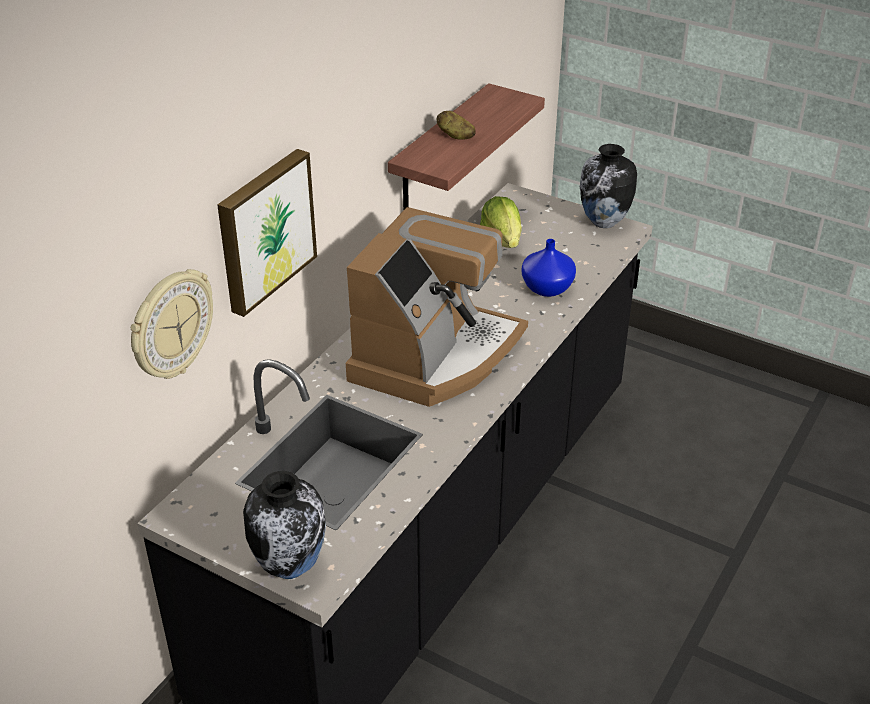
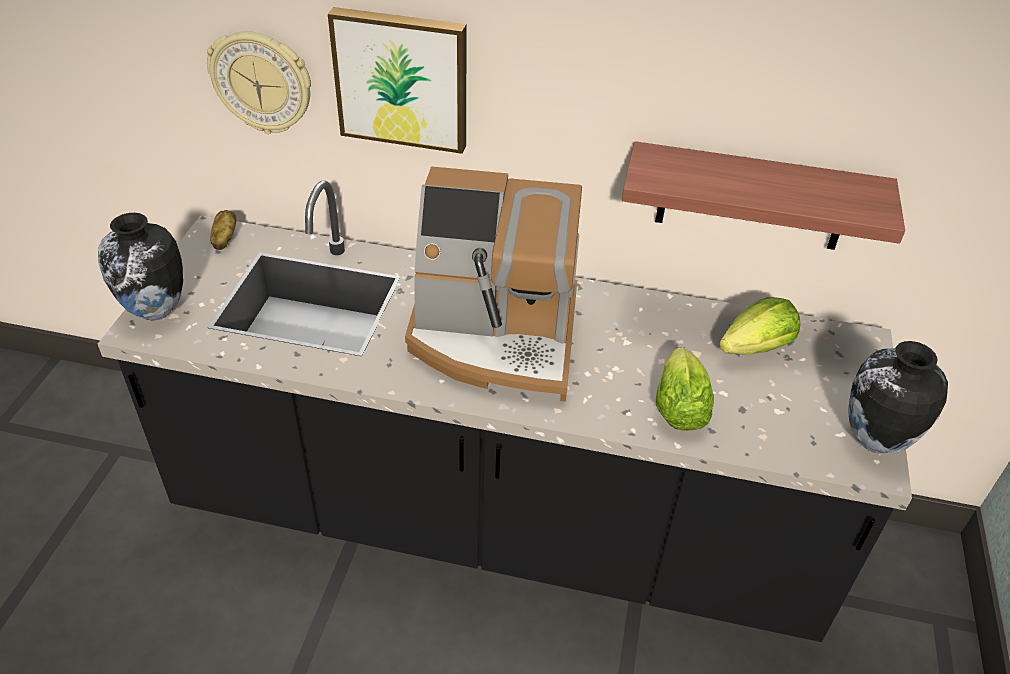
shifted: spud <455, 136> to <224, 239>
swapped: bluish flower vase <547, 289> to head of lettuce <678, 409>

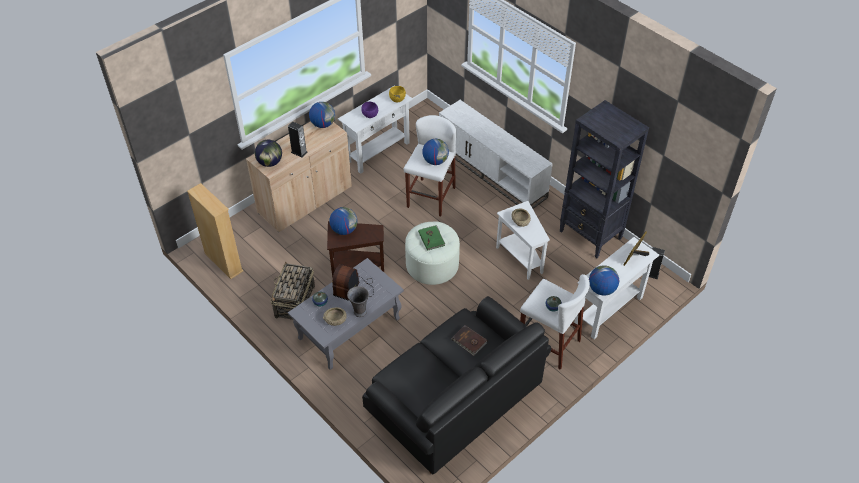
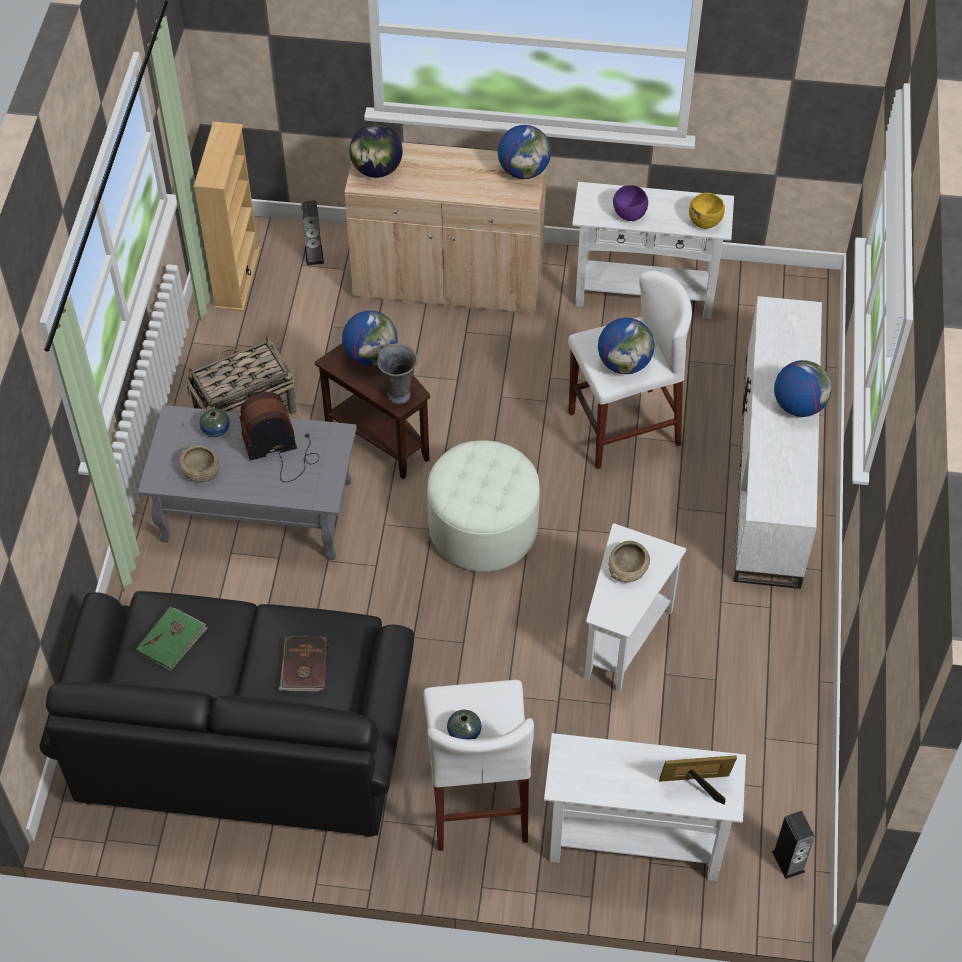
gone: black-coloured bookshelf <590, 235>
shifted: speaker <299, 152> to <314, 255>; greyish flower vase <359, 312> to <398, 394>; green volume <432, 238> to <172, 640>; globe <601, 289> to <798, 405>

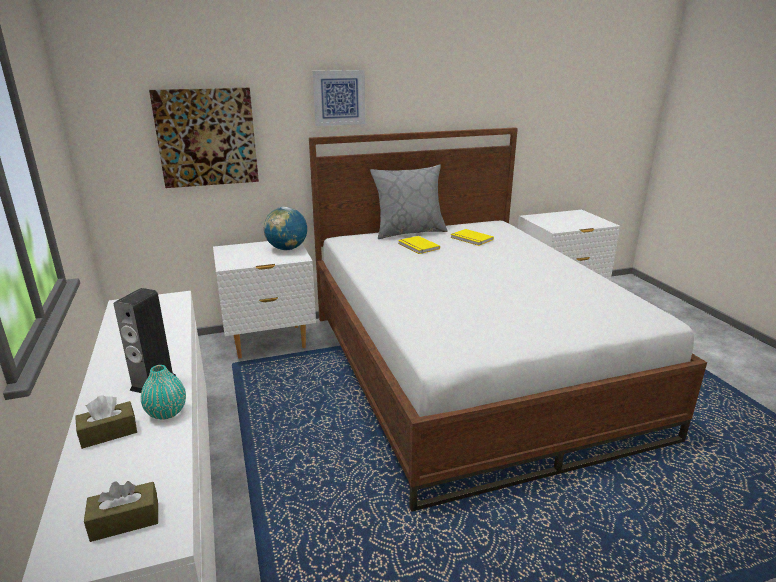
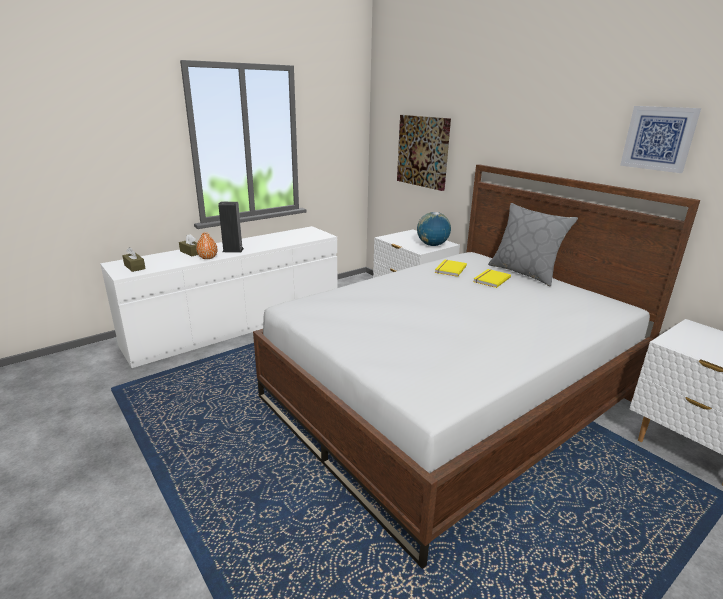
shifted: wall art <339, 98> to <658, 138>; yellow-coloured volume <471, 239> to <449, 269>
repainted: turquoise-coloured flower vase <166, 412> to orangey flower vase <208, 257>

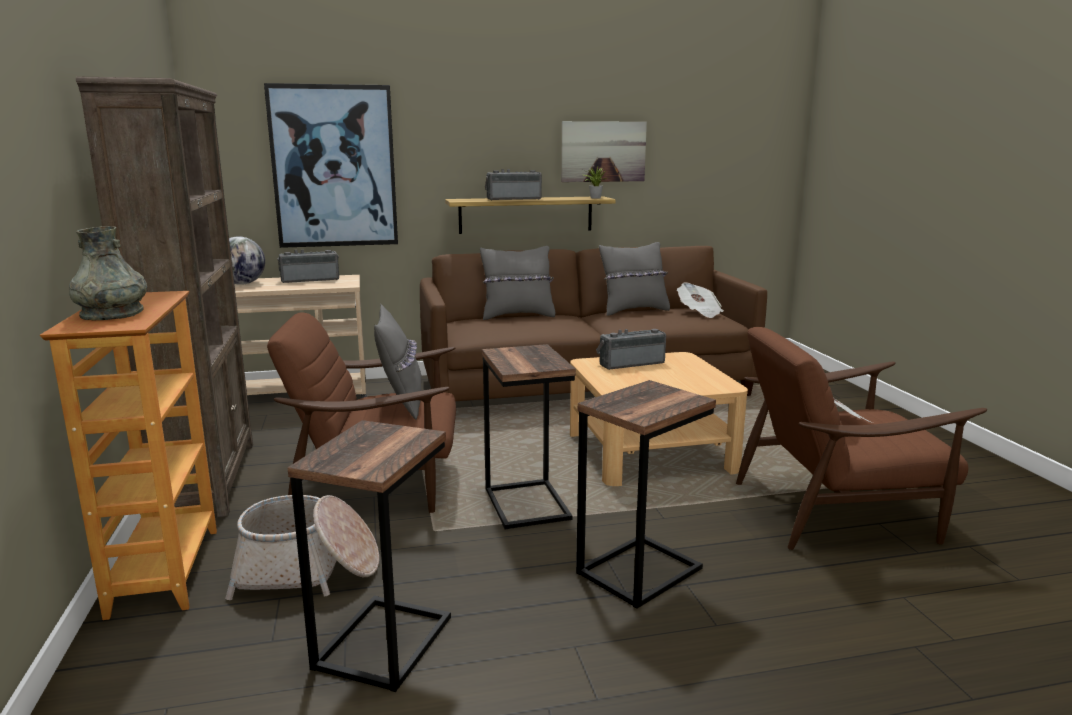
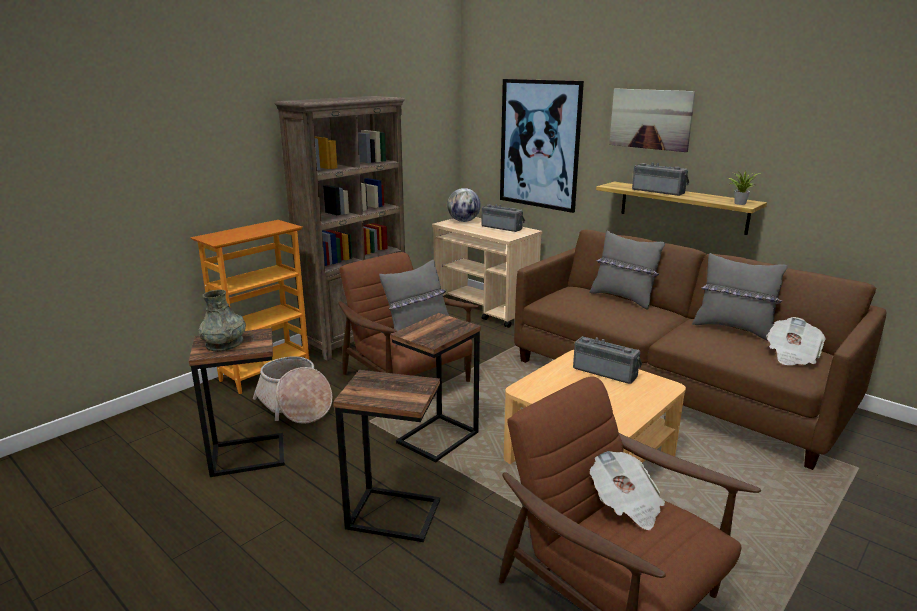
shifted: greyish flower vase <112, 314> to <224, 344>; wall art <603, 151> to <650, 119>

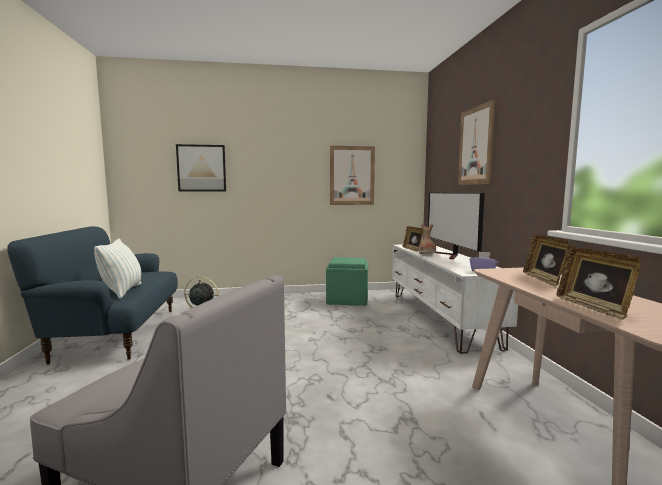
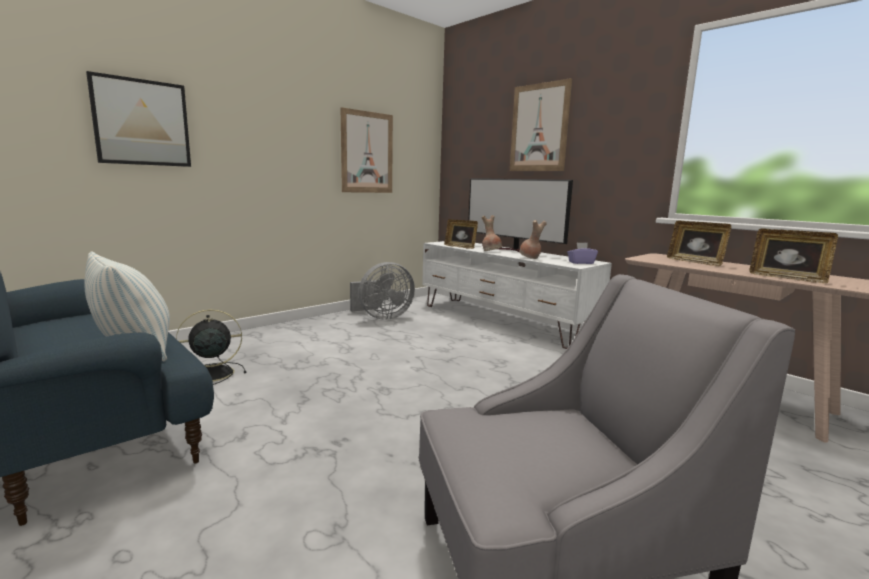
new: brown-coloured flower vase <530, 258>
swapped: green ottoman <348, 299> to greyish cooling fan <382, 317>

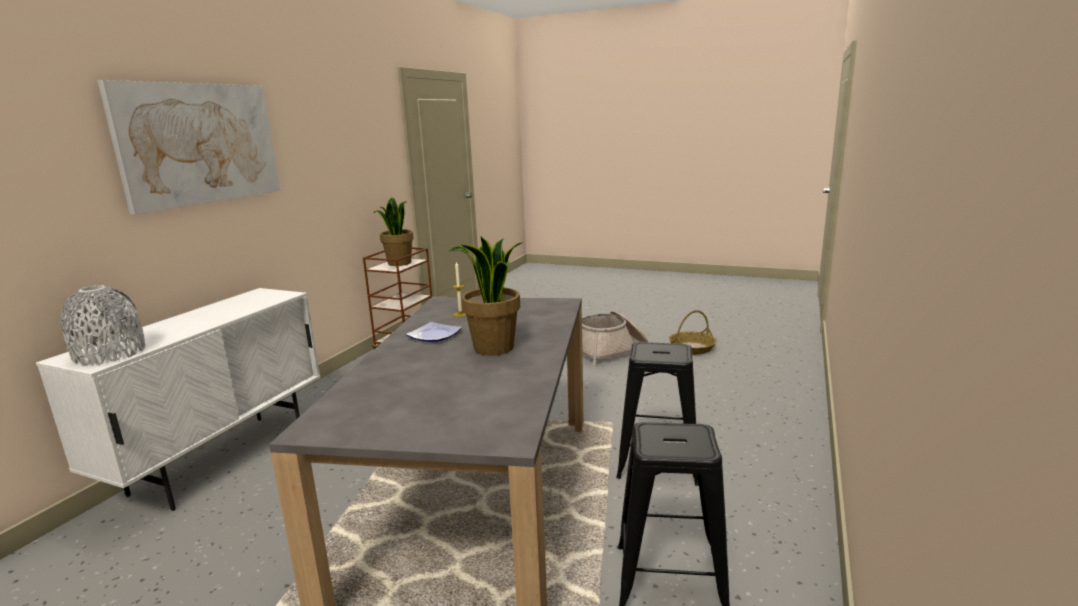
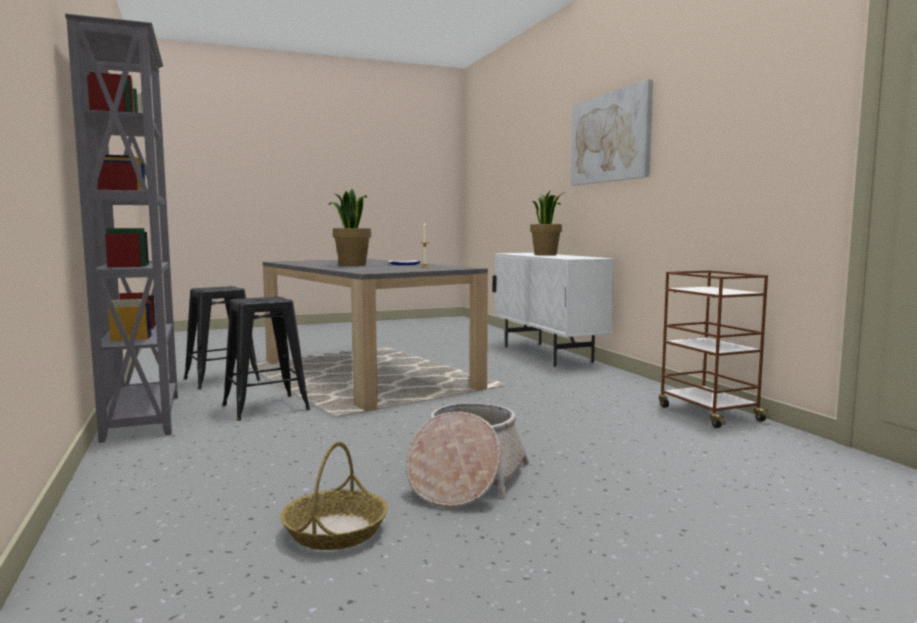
gone: greyish flower vase <109, 353>
new: greyish bookshelf <144, 416>
shifted: plant in a pot <399, 263> to <546, 255>

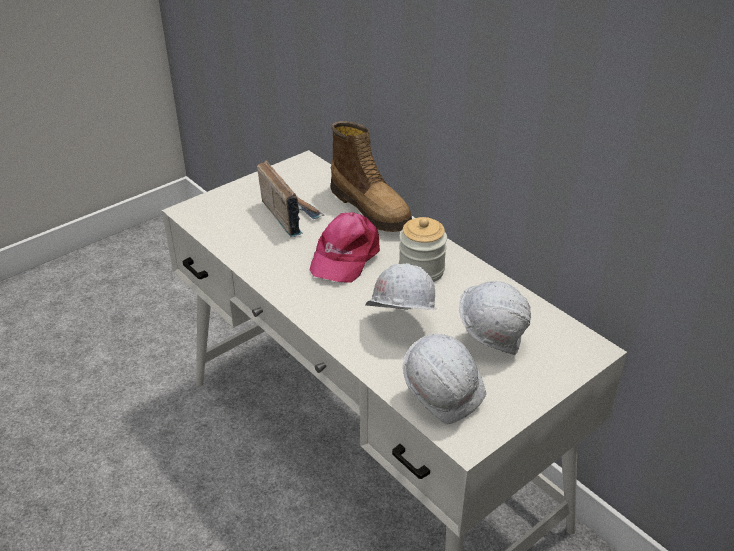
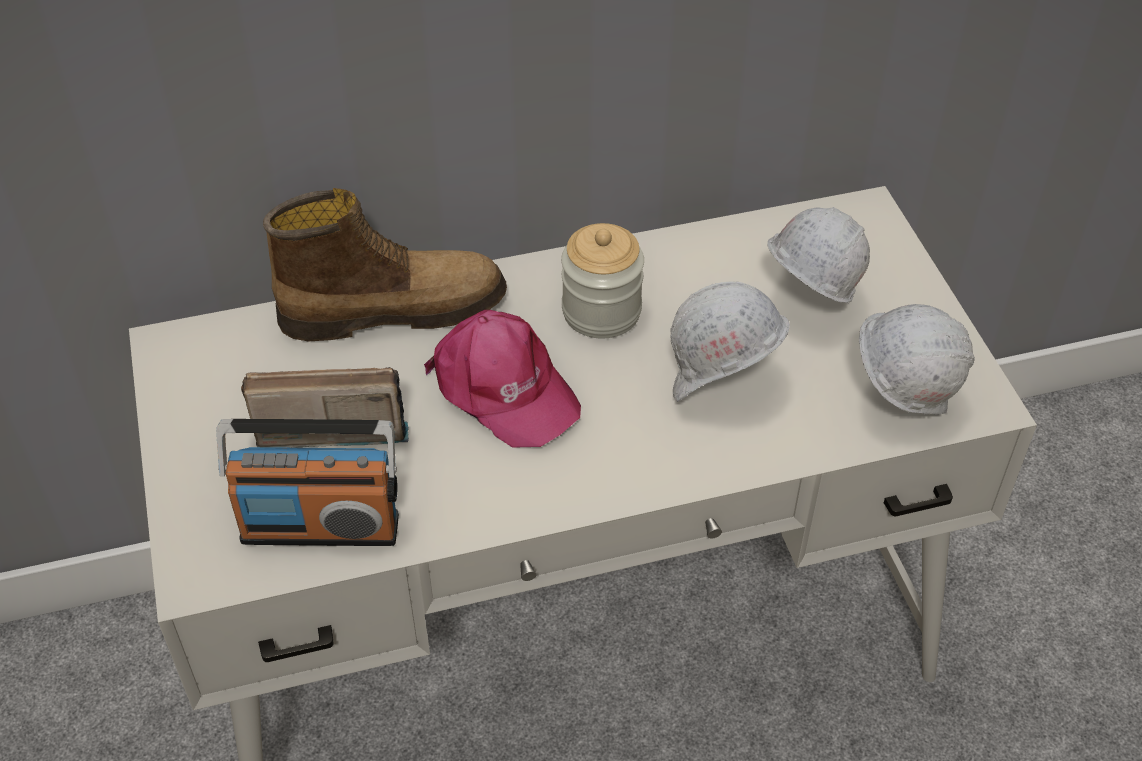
new: radio <320, 526>

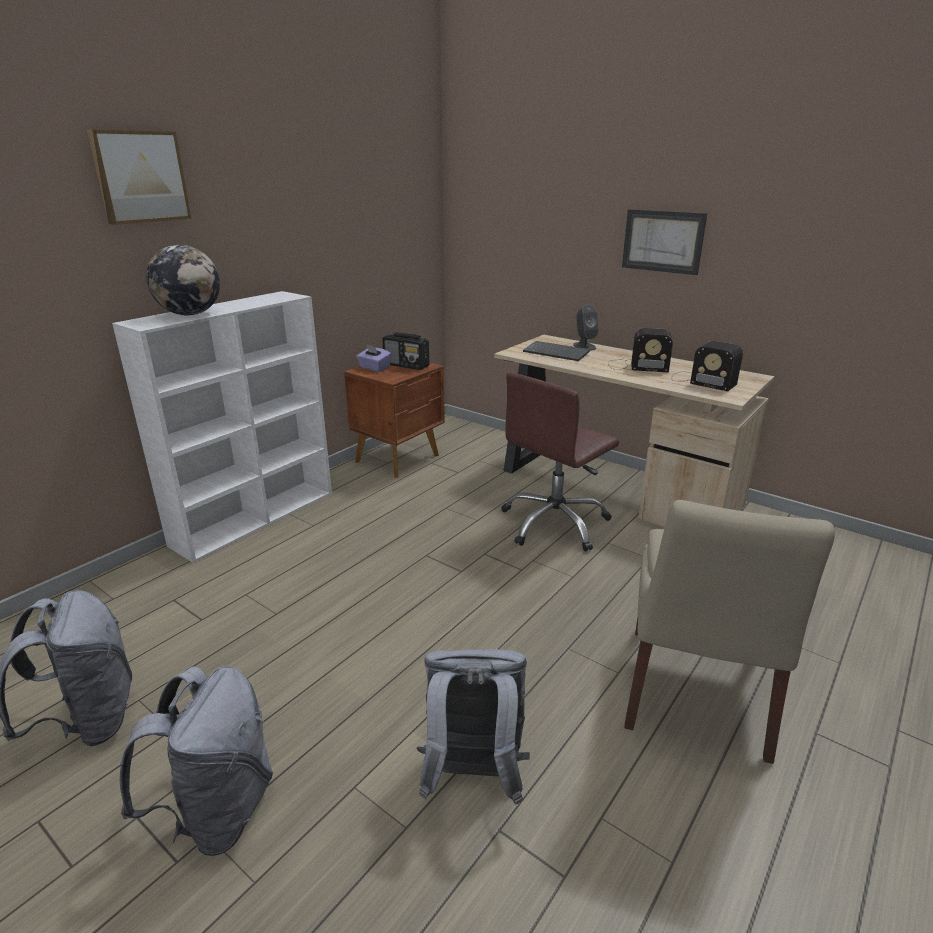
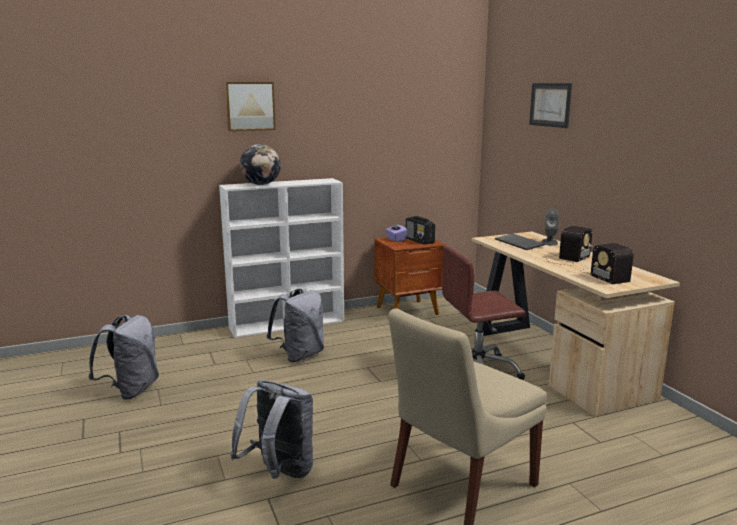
shifted: greyish knapsack <218, 812> to <300, 355>; wall art <662, 241> to <550, 105>
rotated: radio <635, 366> = <567, 259> 90 degrees counterclockwise

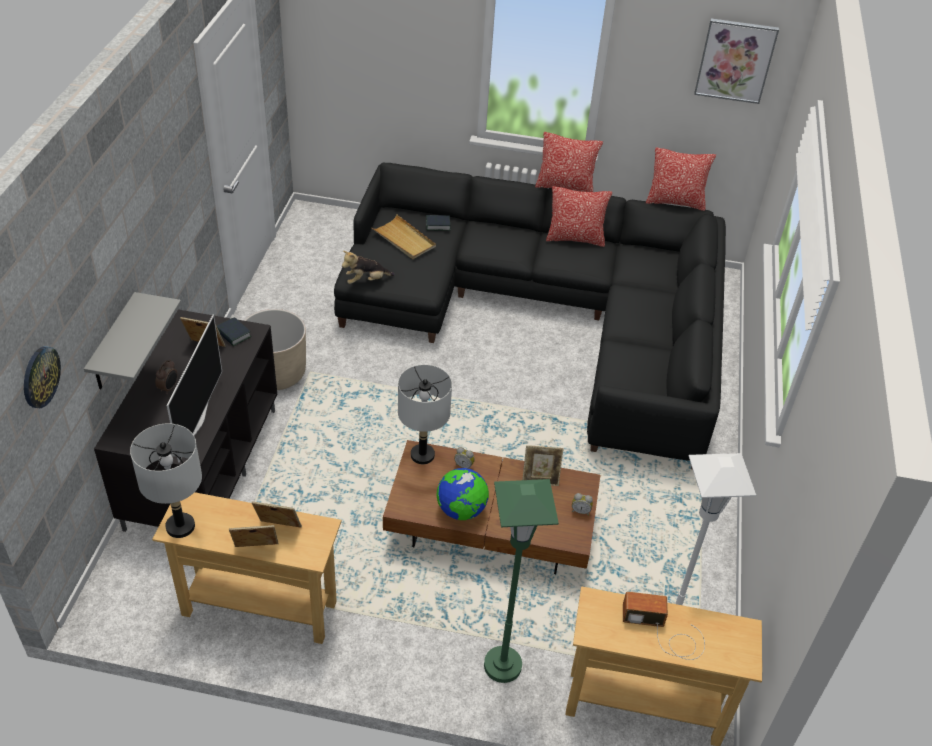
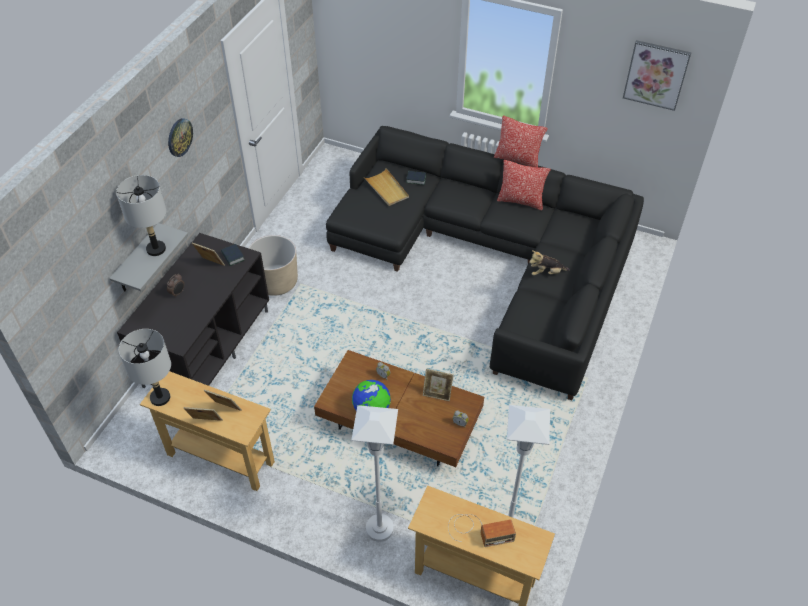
gone: TV set <197, 422>; pillow <675, 202>
shifted: wall clock <40, 376> to <179, 137>; cuddly toy <366, 281> to <546, 273>; greyish lamp for a table <422, 455> to <156, 249>
repainted: green standing lamp <502, 665> to whitish standing lamp <379, 528>
rotated: radio <664, 632> = <478, 530> 150 degrees clockwise

